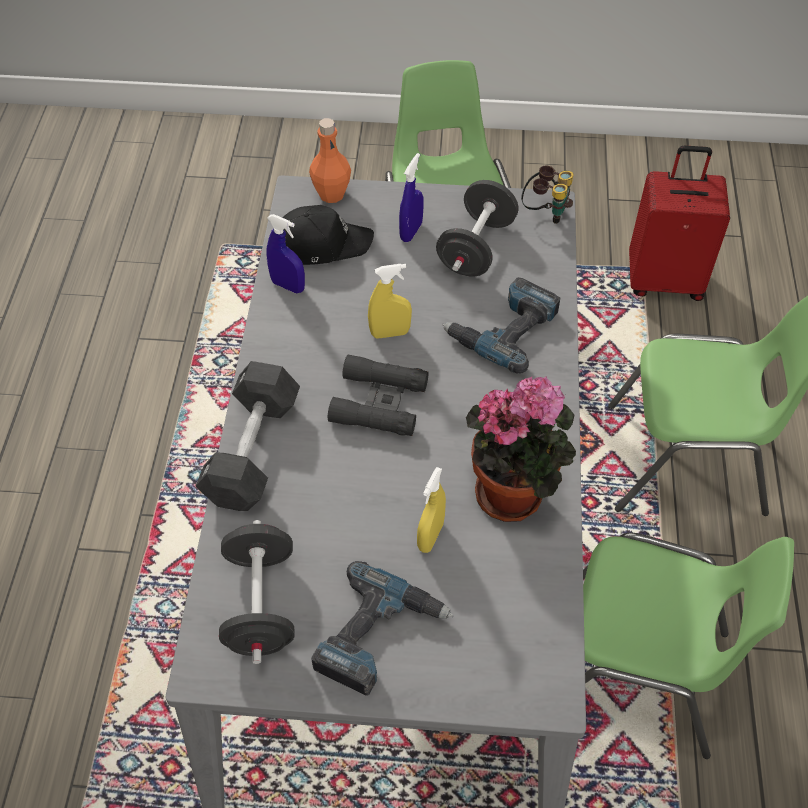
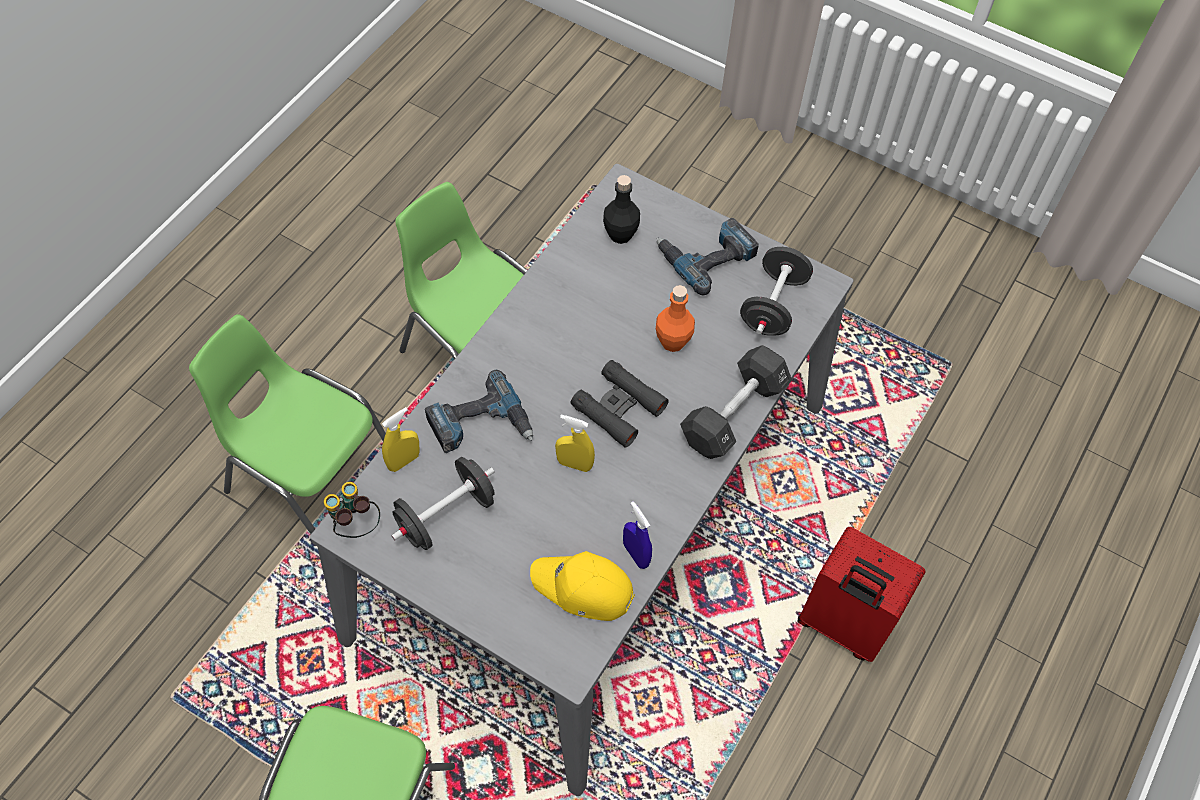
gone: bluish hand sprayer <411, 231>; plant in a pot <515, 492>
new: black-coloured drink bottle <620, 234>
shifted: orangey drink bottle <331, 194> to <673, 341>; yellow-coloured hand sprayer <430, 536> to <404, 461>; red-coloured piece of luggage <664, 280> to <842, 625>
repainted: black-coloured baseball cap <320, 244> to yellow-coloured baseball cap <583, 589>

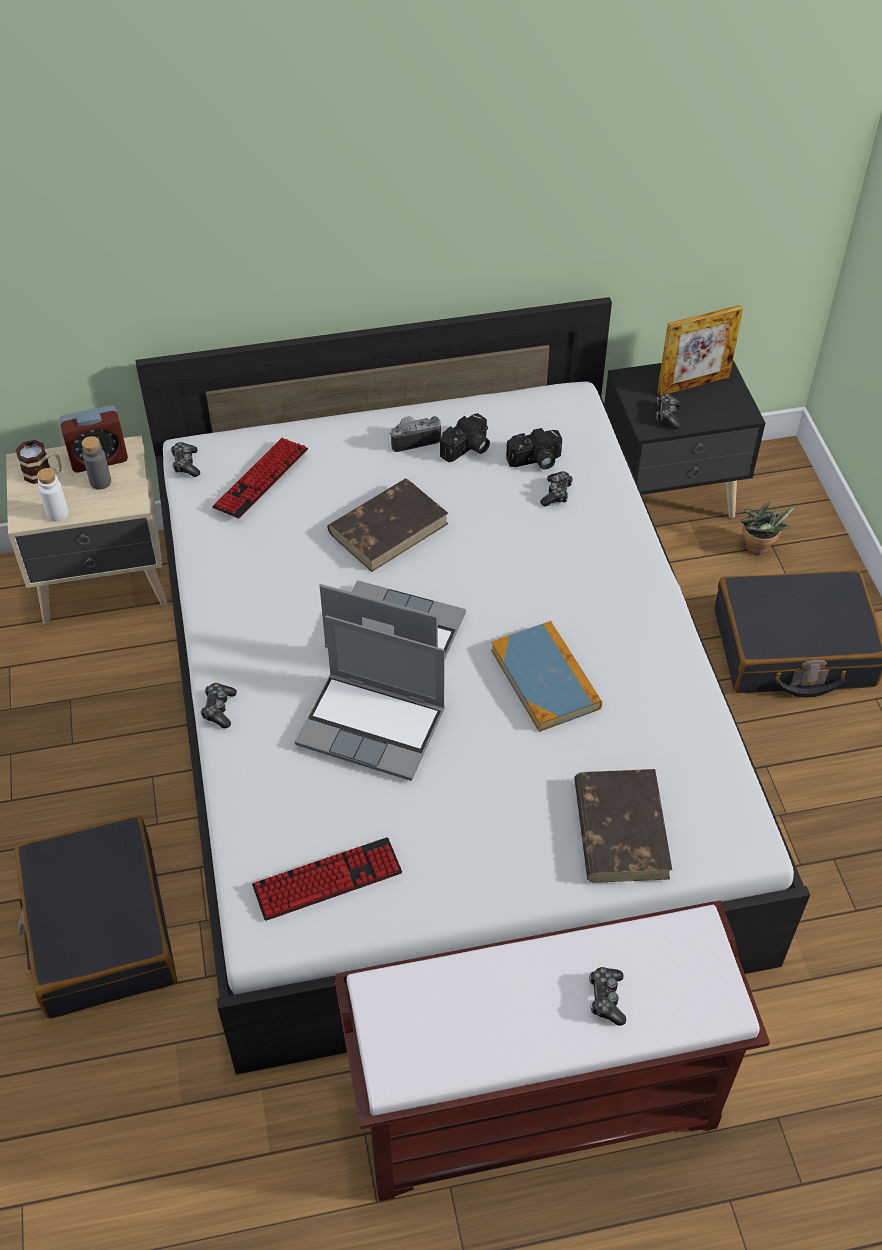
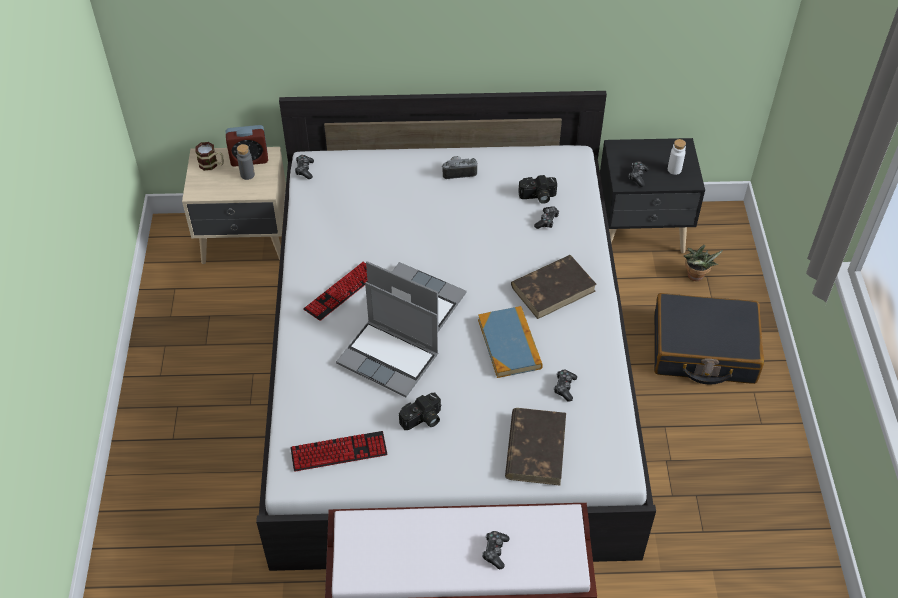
gone: black-coloured piece of luggage <99, 929>; picture frame <693, 384>
shifted: whitish drink bottle <57, 514> to <674, 169>; gamepad <219, 709> to <564, 387>; PC keyboard <261, 479> to <342, 292>; brown-coloured volume <389, 527> to <553, 288>; photo camera <467, 449> to <422, 420>

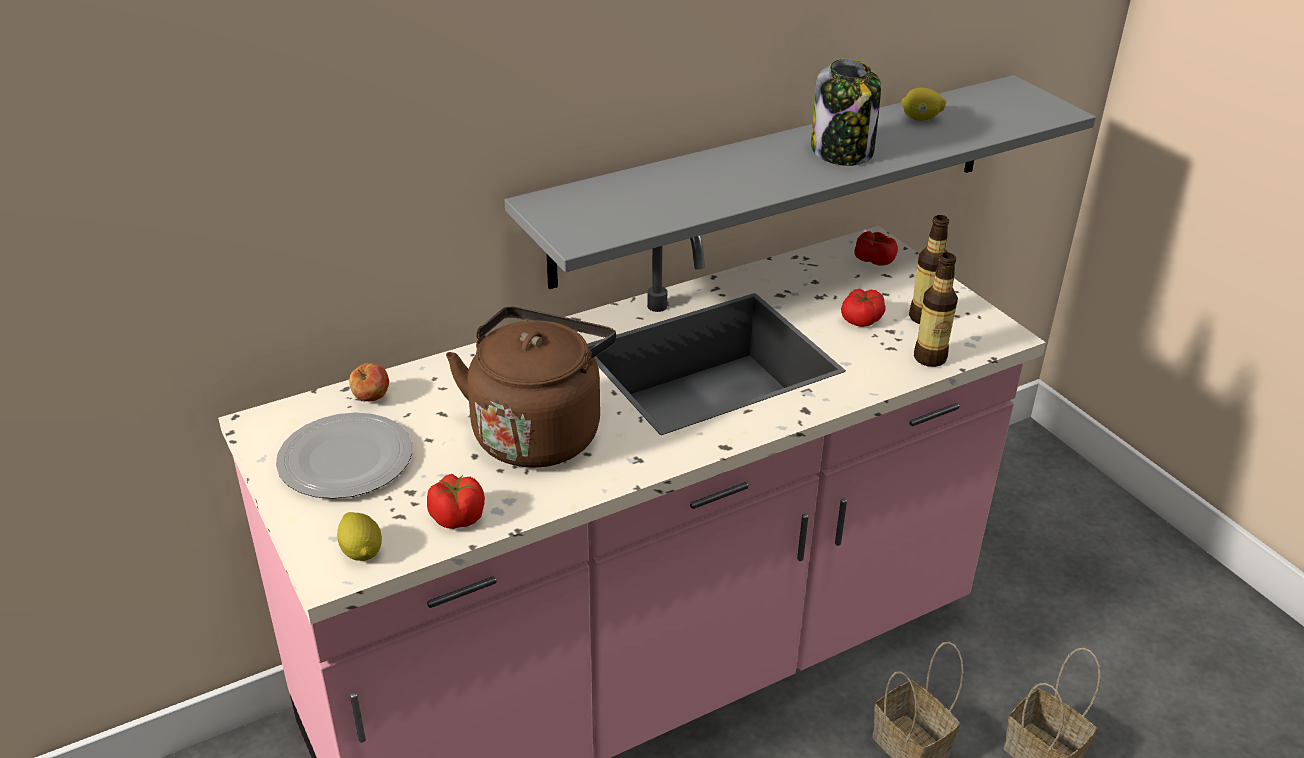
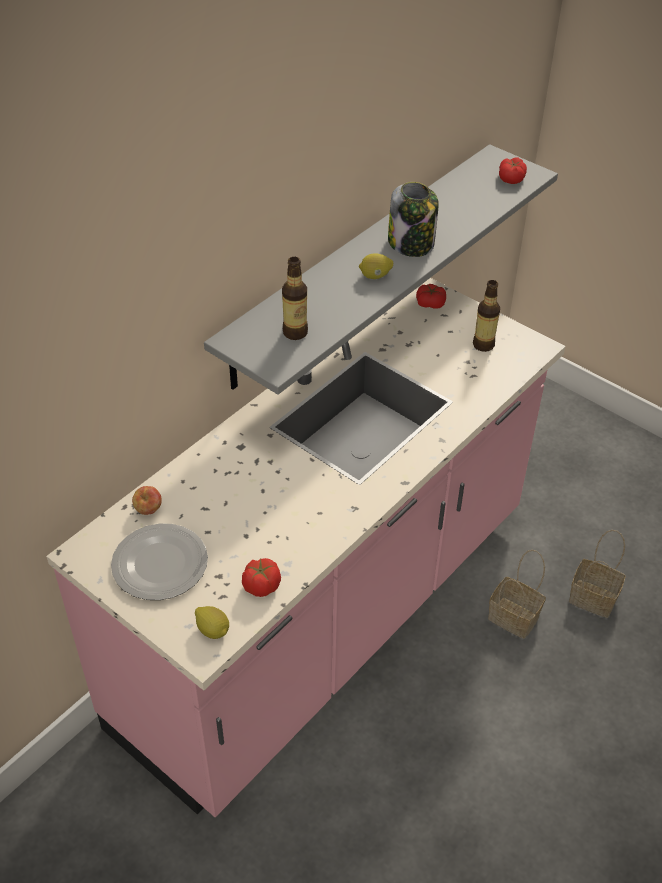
gone: brown-coloured water kettle <538, 431>
shifted: fresh tomato <862, 318> to <511, 178>; whole lemon <920, 119> to <375, 276>; drink bottle <930, 358> to <295, 332>

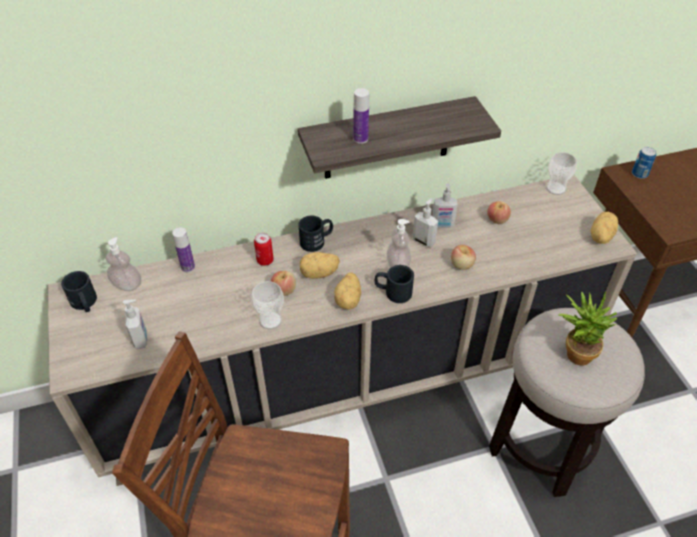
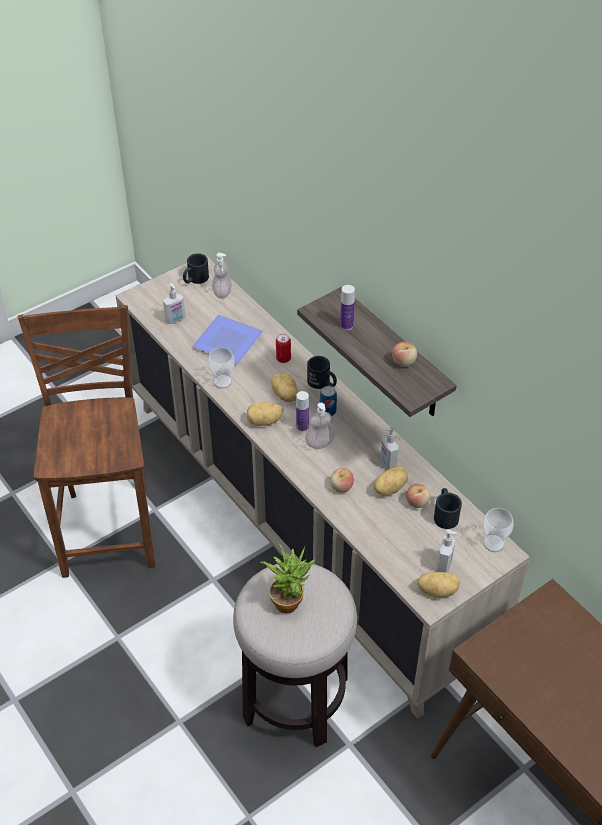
new: flat dish <230, 341>; spud <389, 488>
shifted: drink bottle <188, 267> to <302, 426>; whole apple <284, 290> to <404, 362>; black-coloured tea mug <393, 292> to <445, 514>; liquid soap bottle <424, 241> to <444, 565>; can <639, 174> to <327, 411>

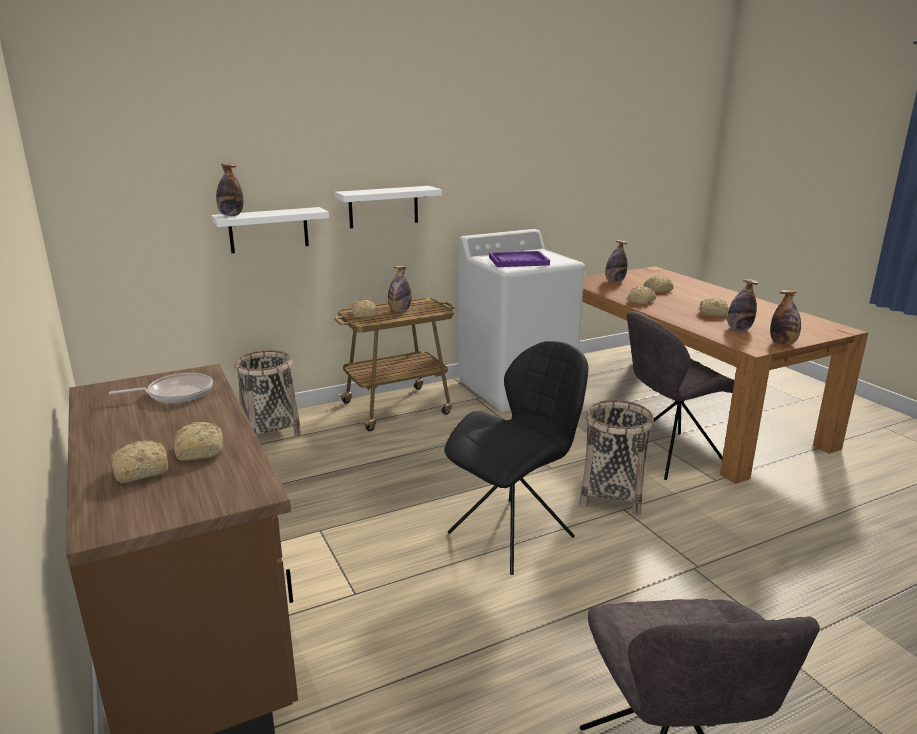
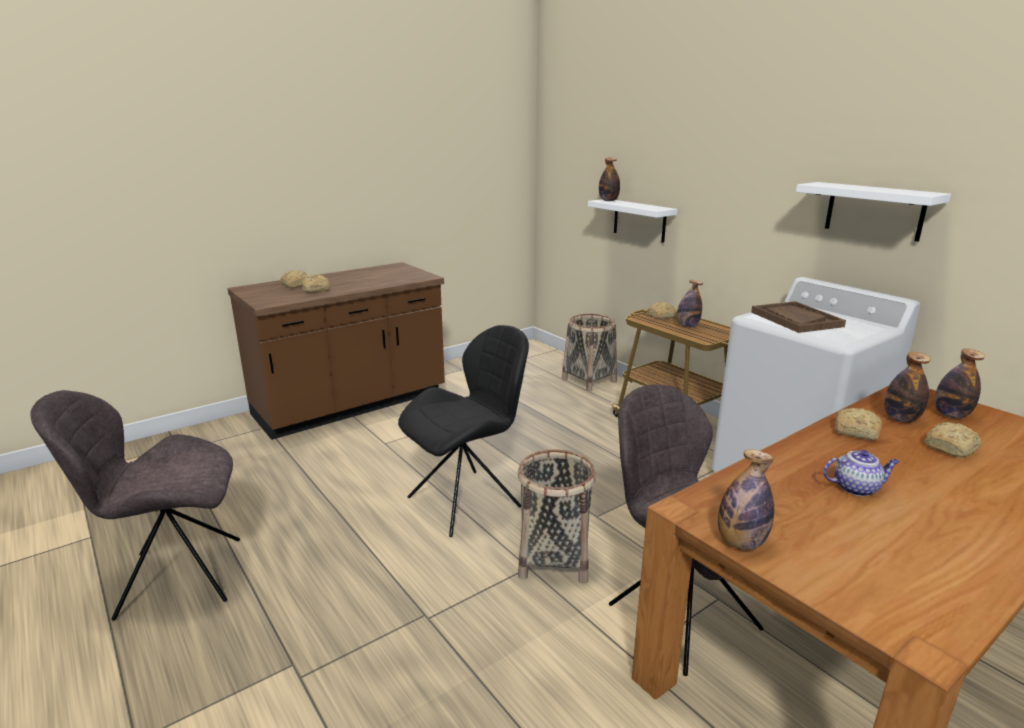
gone: skillet <176, 393>
shifted: whitish bracket shelf <383, 207> to <874, 211>; drink bottle <738, 329> to <900, 419>
swapped: bakery bread <711, 314> to tea pot <856, 488>
repainted: purple tray <518, 261> to brown-coloured tray <795, 319>
rotated: black-coloured chair <514, 533> = <468, 501> 75 degrees counterclockwise

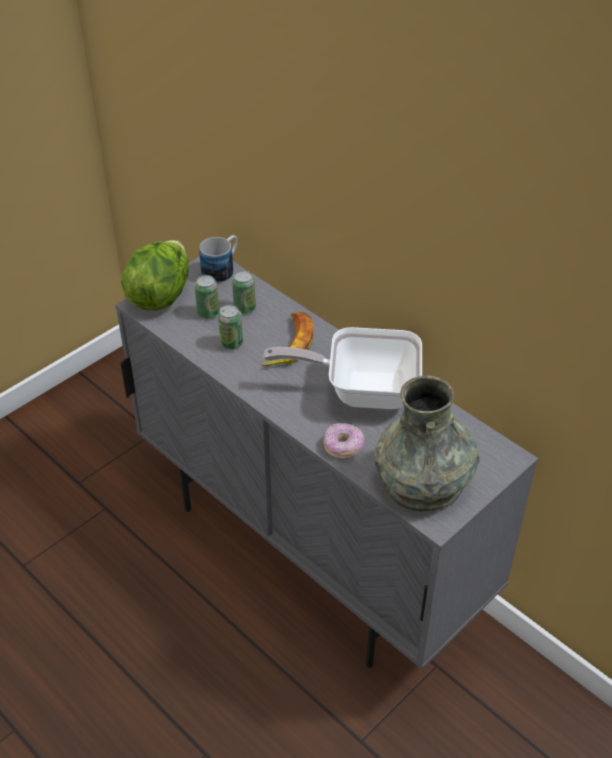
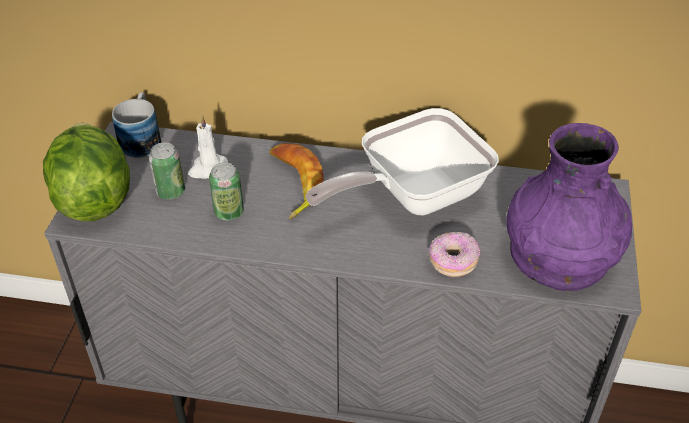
swapped: can <244, 308> to whitish wax light <208, 168>
repainted: greyish flower vase <423, 480> to purple flower vase <559, 254>

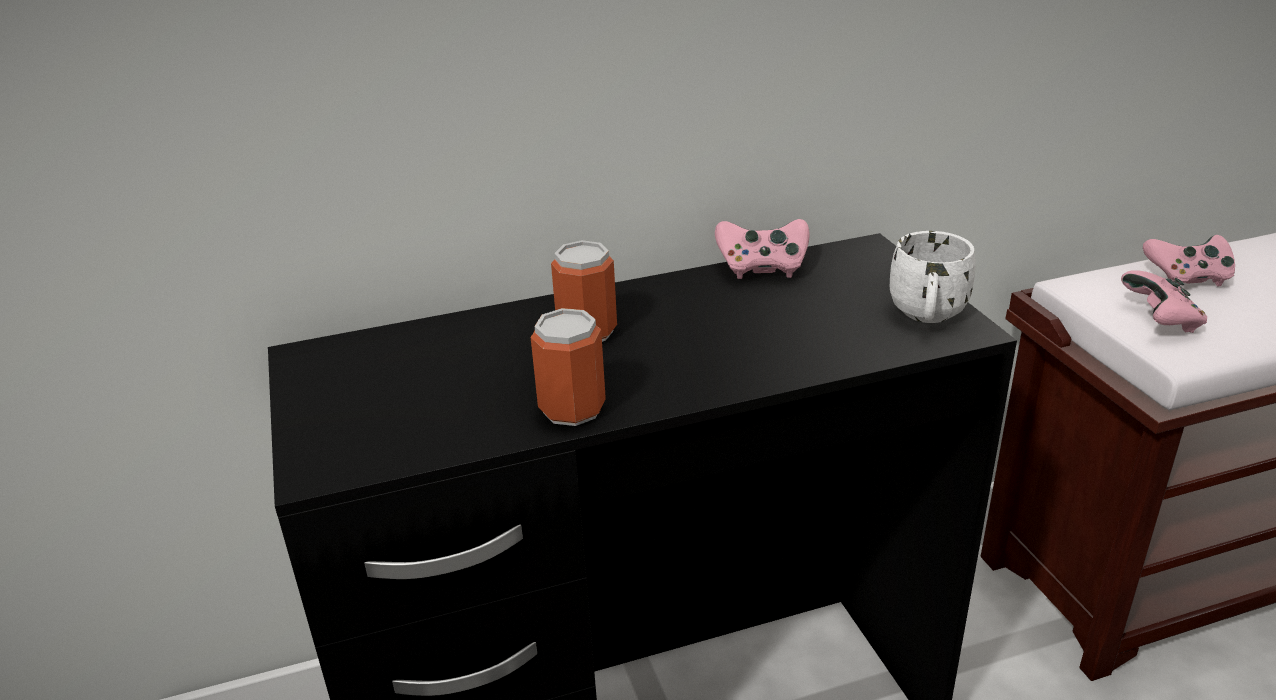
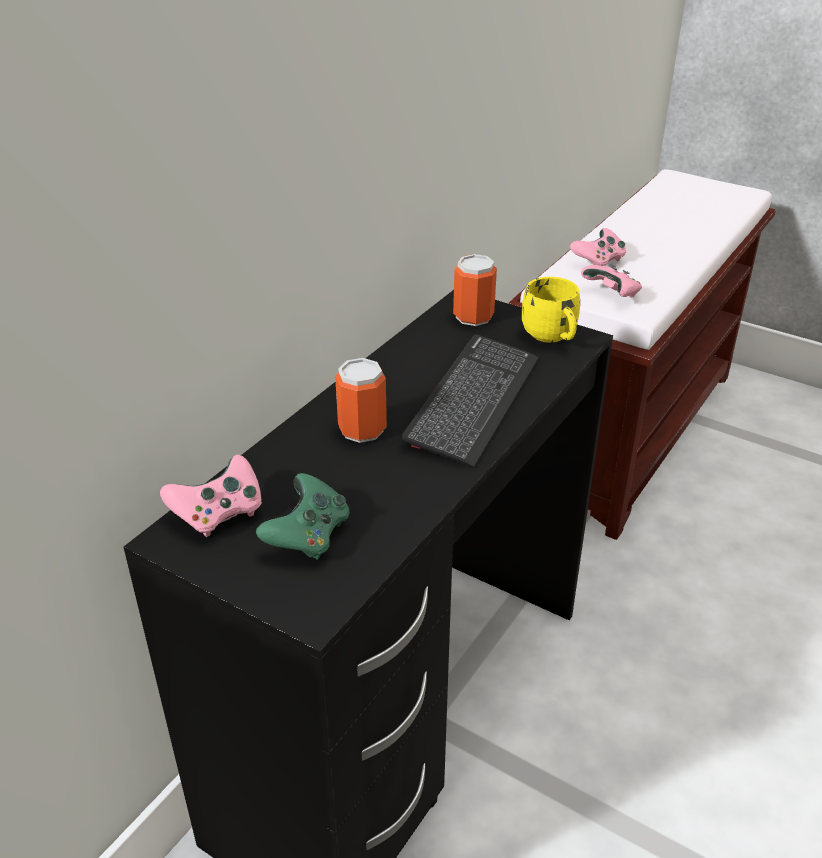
new: green gamepad <308, 536>; PC keyboard <474, 401>
shifted: can <572, 409> to <473, 317>; pinkish gamepad <762, 268> to <218, 514>
repainted: whitish tea mug <927, 317> to yellow-coloured tea mug <552, 338>

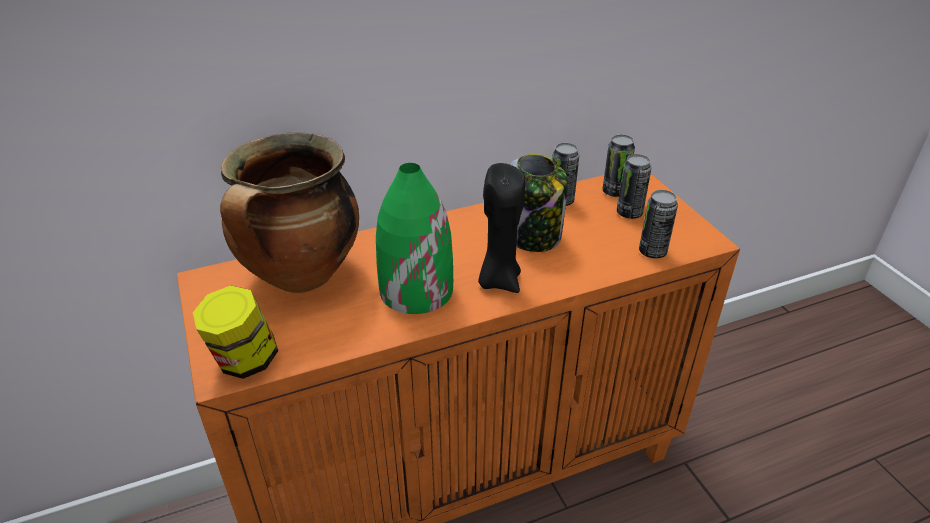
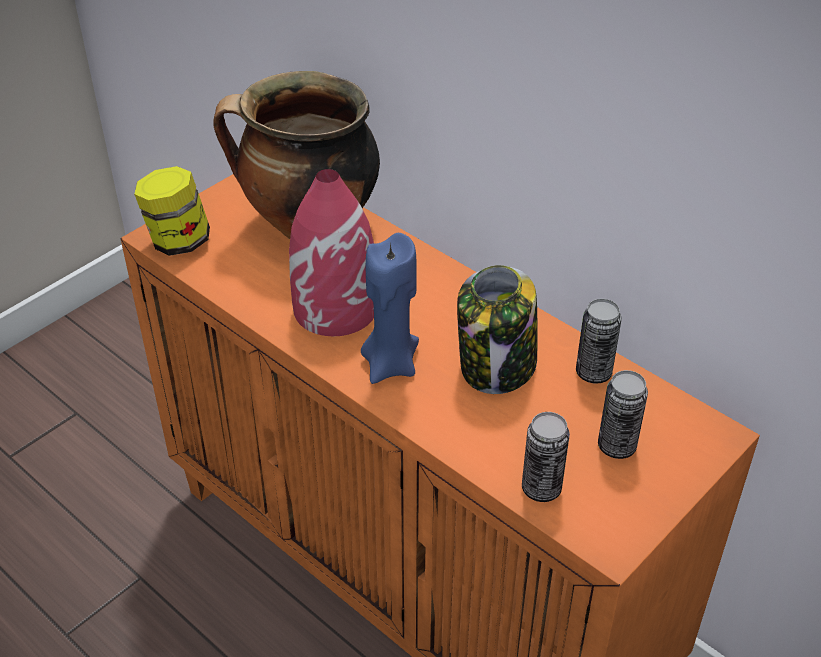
gone: can <614, 192>
repainted: green flower vase <415, 290> to red-coloured flower vase <335, 308>; black-coloured wax light <499, 280> to bluish wax light <390, 364>

